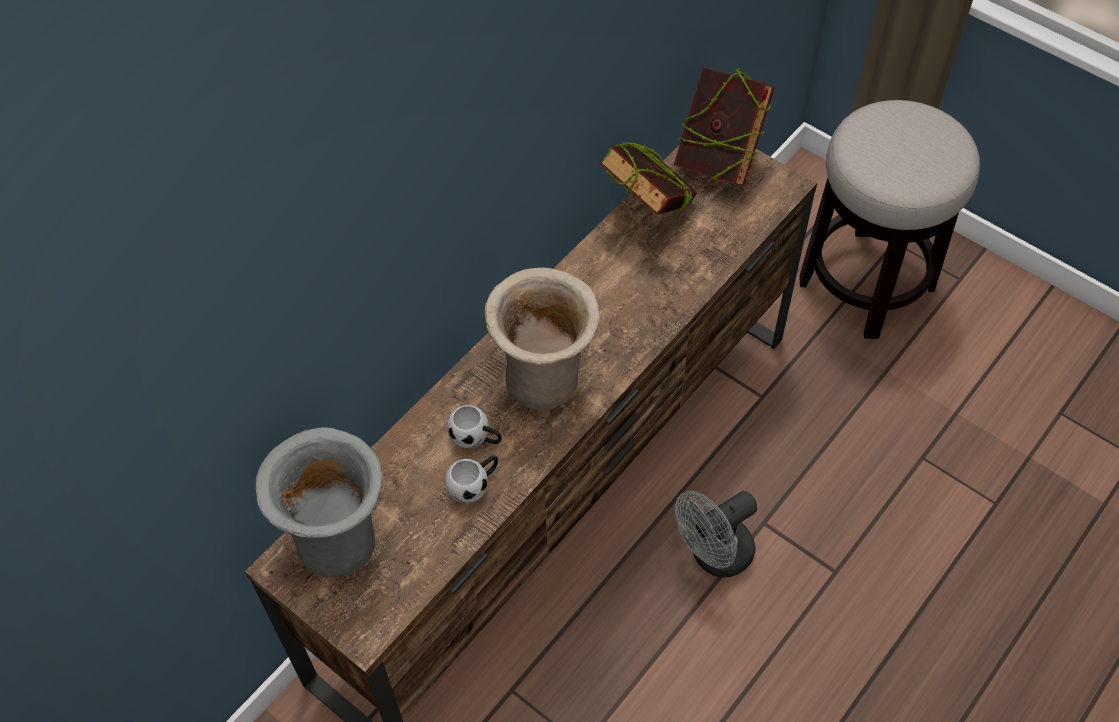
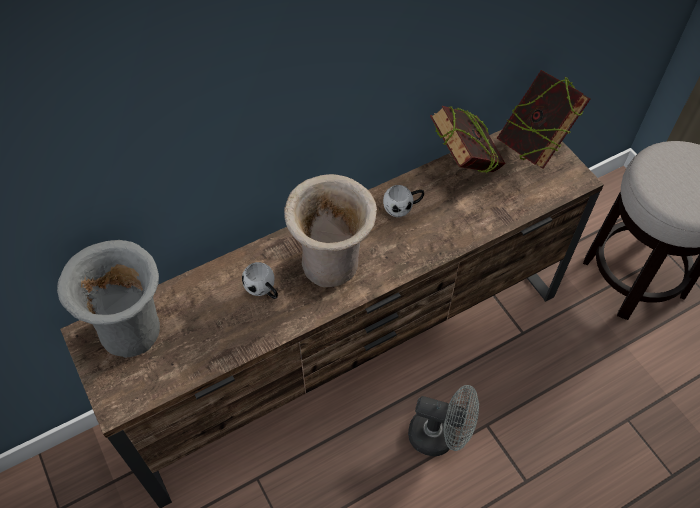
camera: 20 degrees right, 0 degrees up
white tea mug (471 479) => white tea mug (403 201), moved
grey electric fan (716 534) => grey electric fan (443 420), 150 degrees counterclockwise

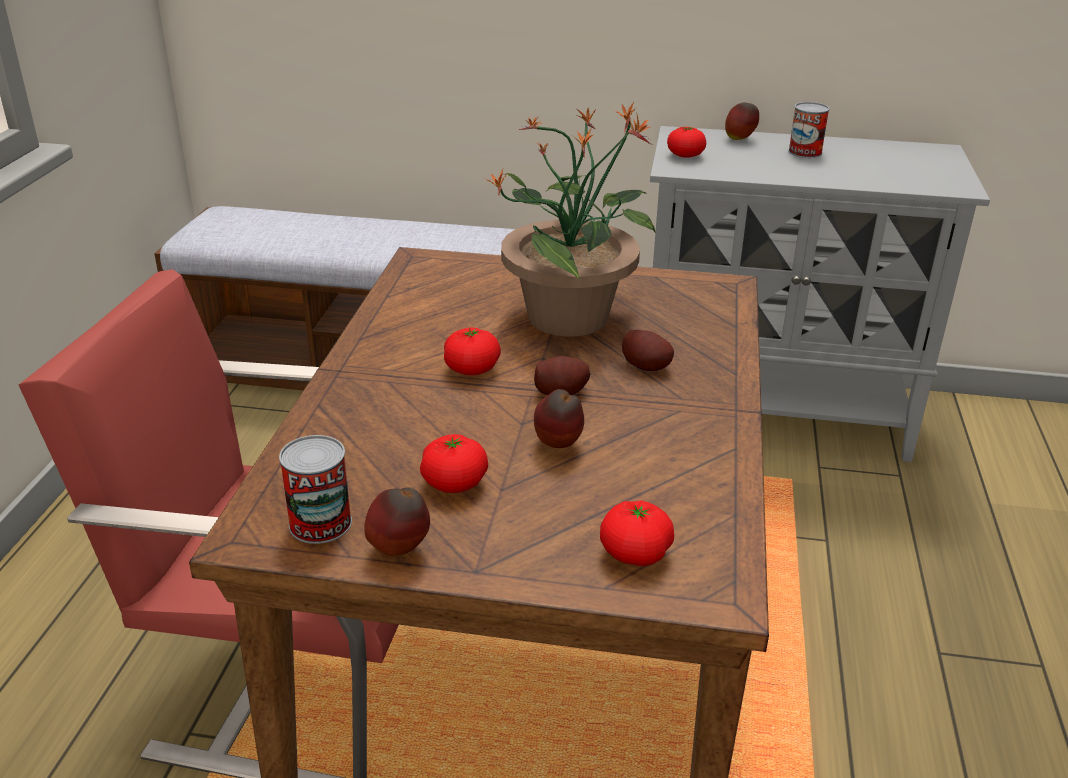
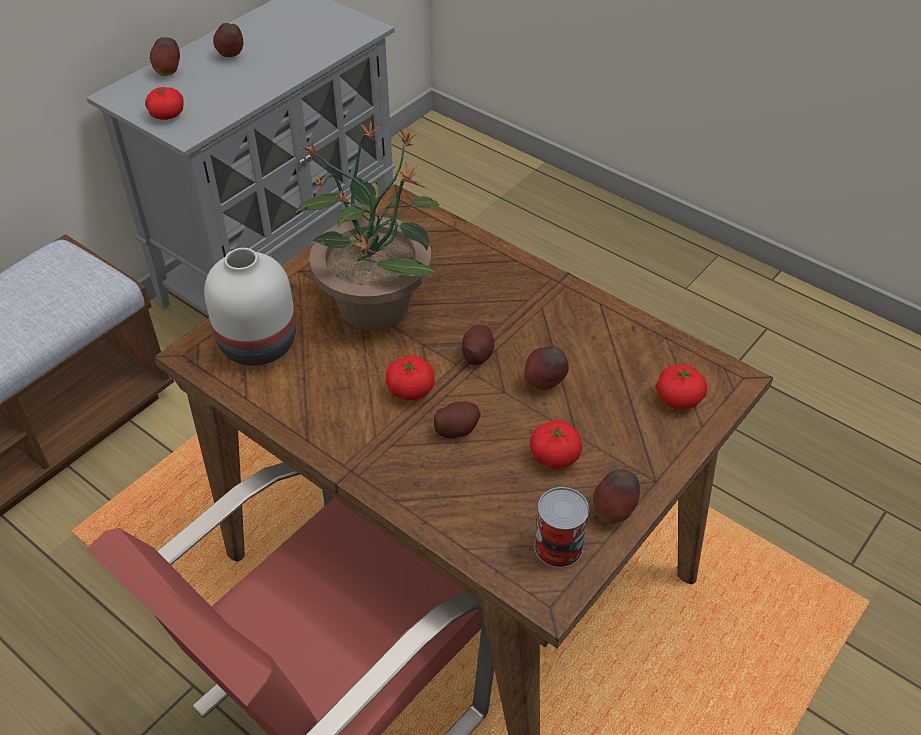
camera: 60 degrees left, 15 degrees up
nothing => white flower vase (250 307)
metal can (808 130) => whole apple (228 40)
potato (648 350) => potato (457 419), moved

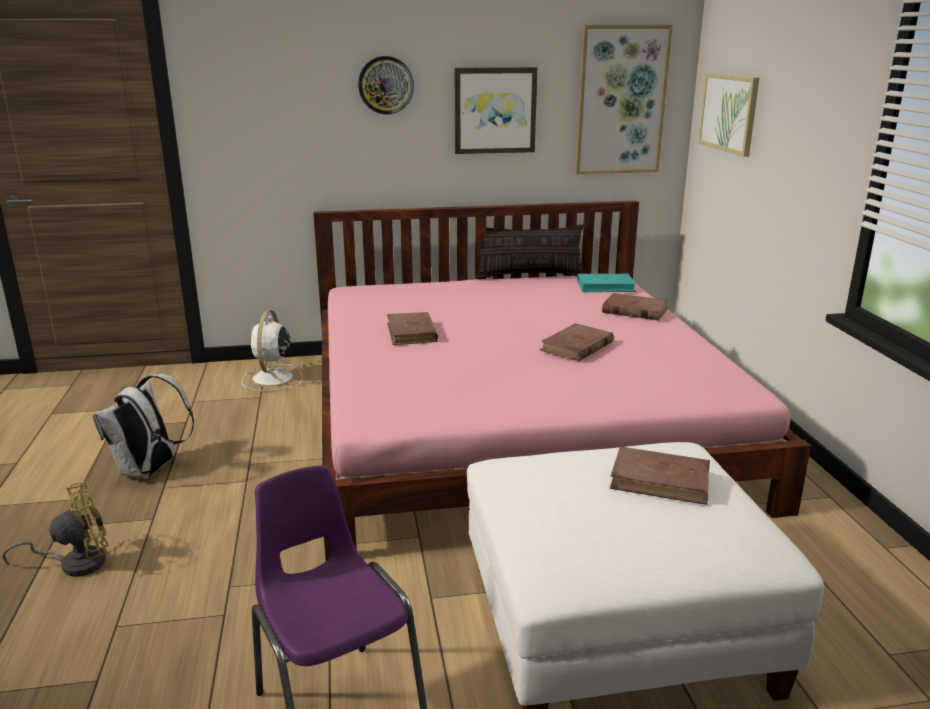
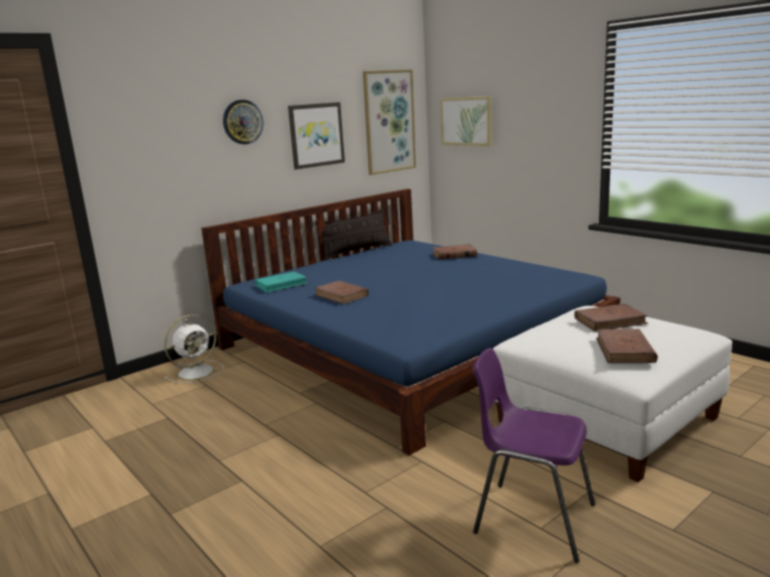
camera: 30 degrees left, 5 degrees down
white electric fan (272 350) => white electric fan (194 349), 105 degrees counterclockwise
pinkish sleeping bed (562 381) => bluish sleeping bed (410 322)
turquoise-coloured volume (606 283) => turquoise-coloured volume (281 282), moved
brown volume (577 342) => brown volume (627 346), moved
yellowish electric fan (55 530) => nothing
white rucksack (143 426) => nothing

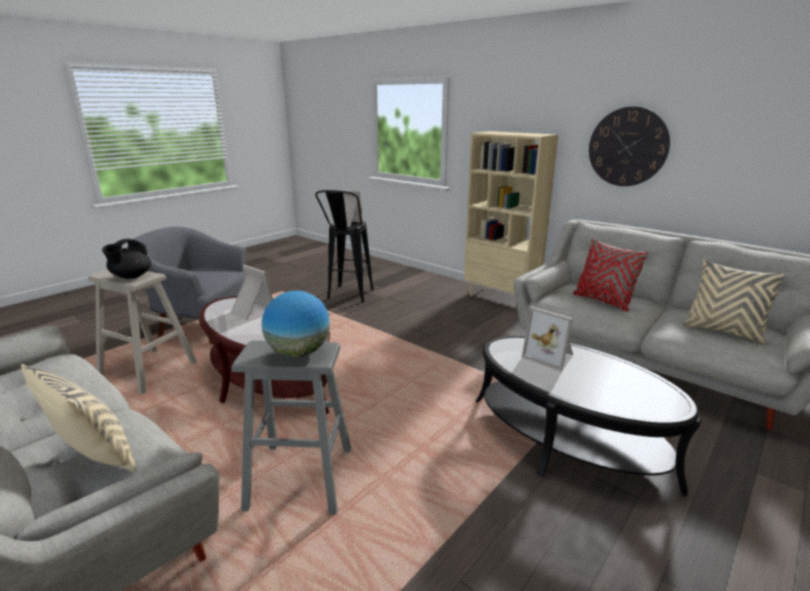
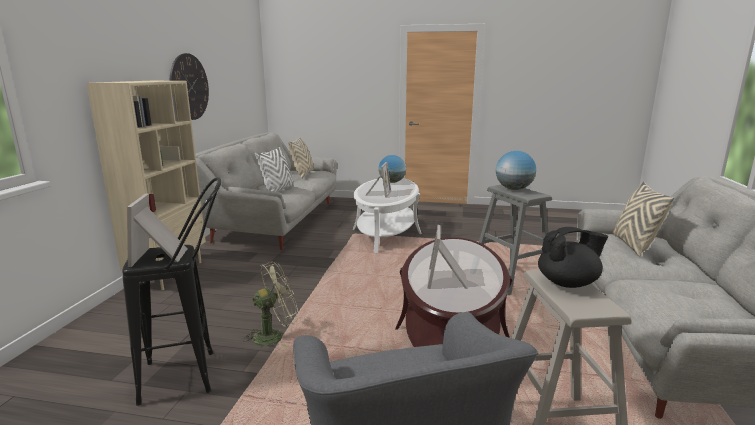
camera: 120 degrees left, 5 degrees down
nothing => green-coloured electric fan (270 305)
red-coloured pillow (611 275) => white pillow (274 169)
blackish lounge table (589 416) => white lounge table (386 215)
nothing => world globe (392 169)

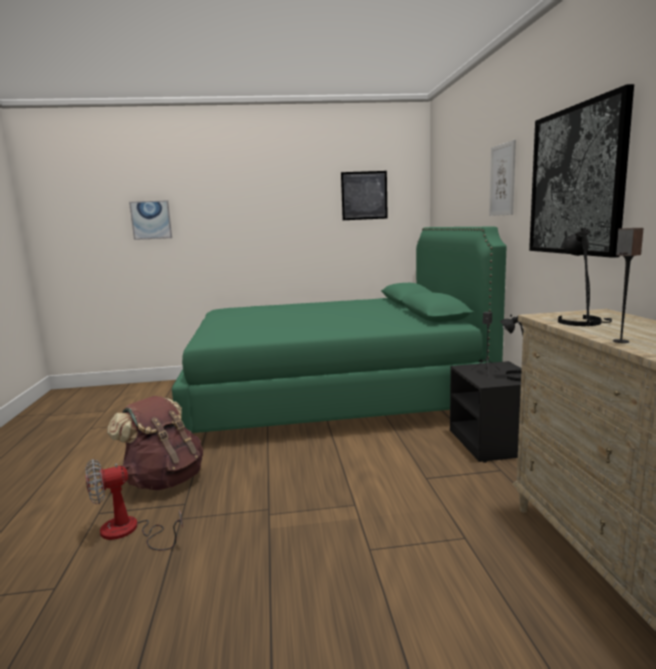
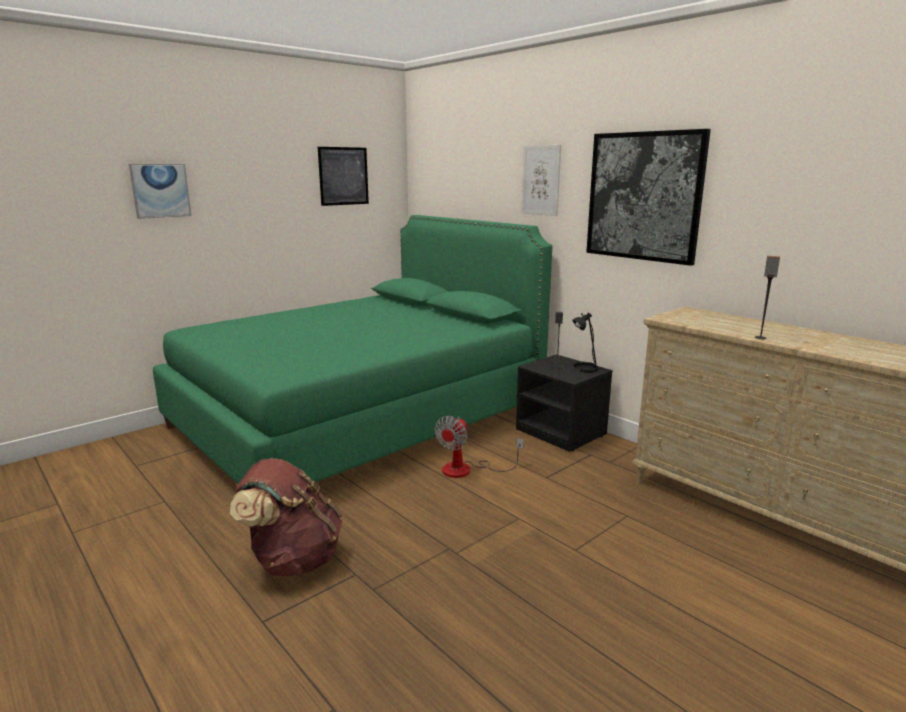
camera: 35 degrees left, 5 degrees up
wall art (150 220) => wall art (160 191), moved
electric fan (134 505) => electric fan (479 447), moved
blackish lamp for a table (585 276) => nothing

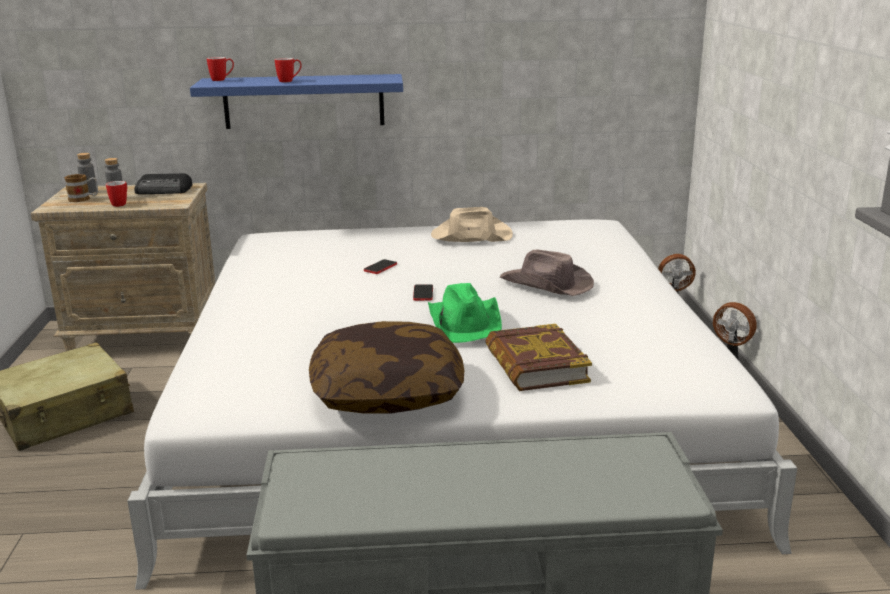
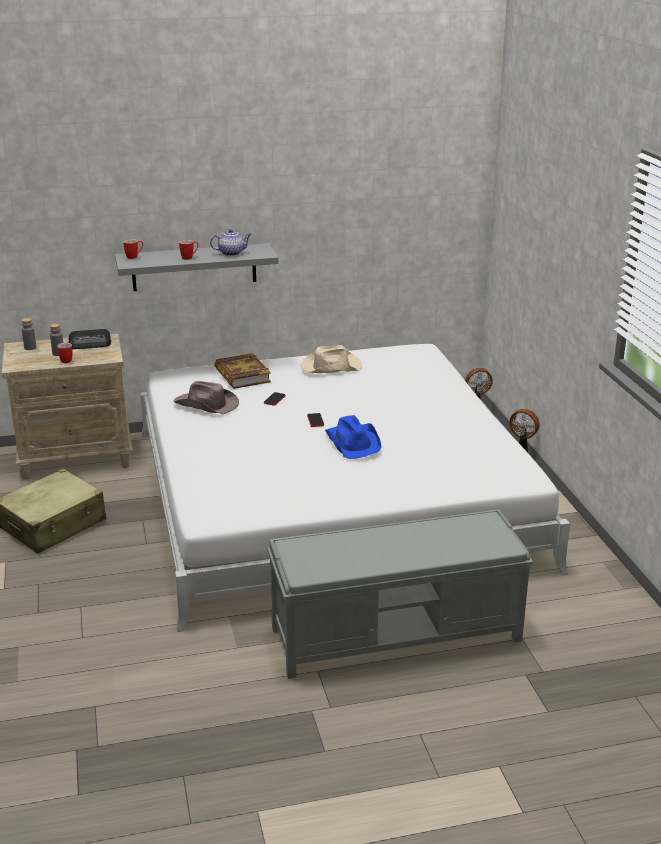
camera: 10 degrees left, 5 degrees up
bluish wall shelf (296 101) => grey wall shelf (196 267)
brown wearable hat (547 273) => brown wearable hat (206 397), moved
nothing => tea pot (230 242)
volume (538 357) => volume (242 371), moved
green-coloured wearable hat (465 313) => bluish wearable hat (353 437)
tea mug (81 188) => nothing
pillow (386 367) => nothing

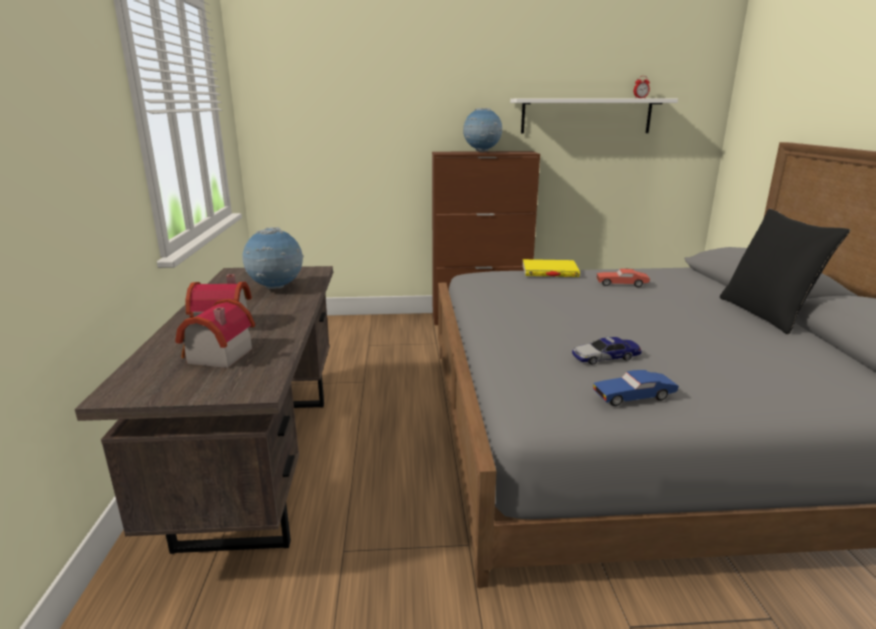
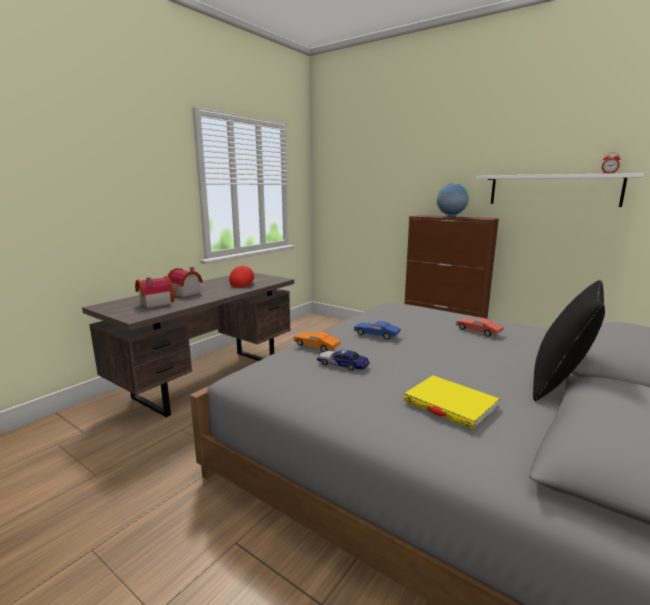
camera: 40 degrees right, 5 degrees down
world globe (273 258) => red-coloured peaked cap (241 277)
nothing => orange-coloured toy car (317 342)
bluish toy car (636 388) => bluish toy car (377 330), moved
yellowish volume (551 268) => yellowish volume (451 402), moved

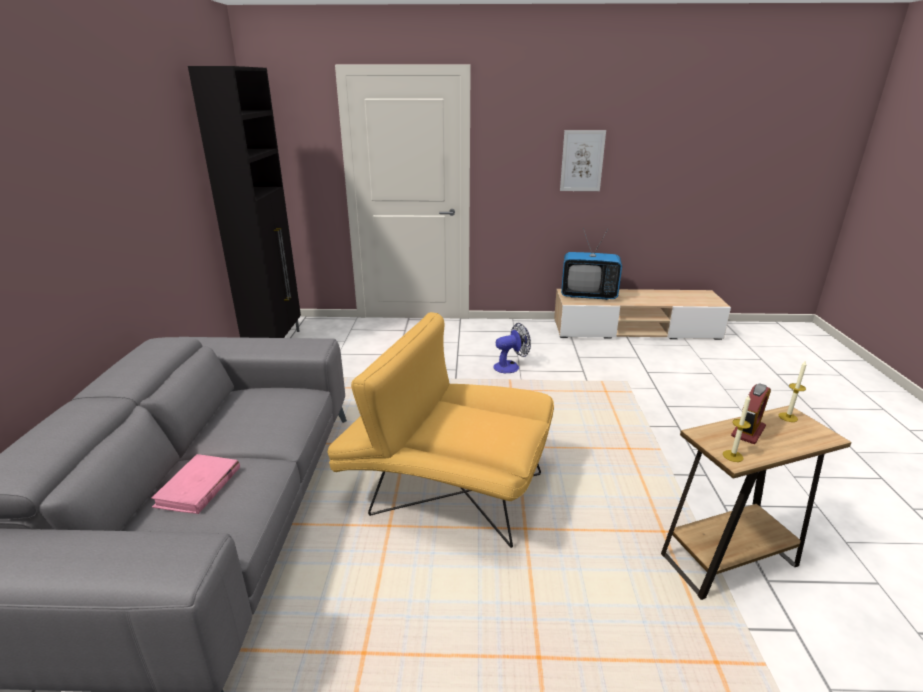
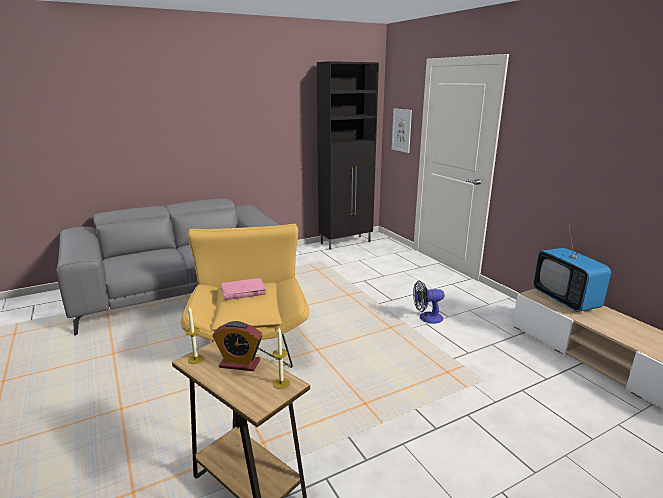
camera: 60 degrees right, 5 degrees down
pinkish volume (195 484) => pinkish volume (243 289), moved
wall art (583 160) => wall art (402 130), moved
electric fan (512 348) => electric fan (428 302), 135 degrees clockwise

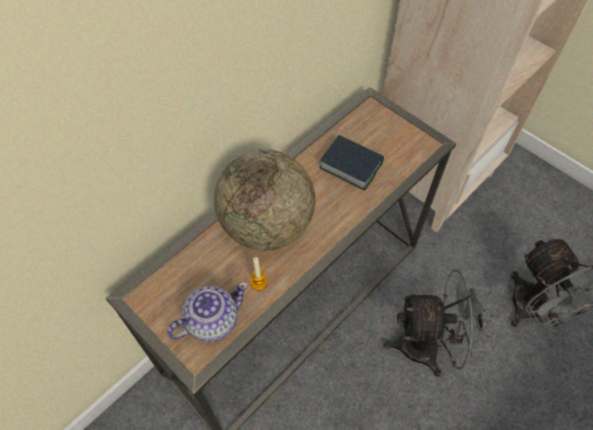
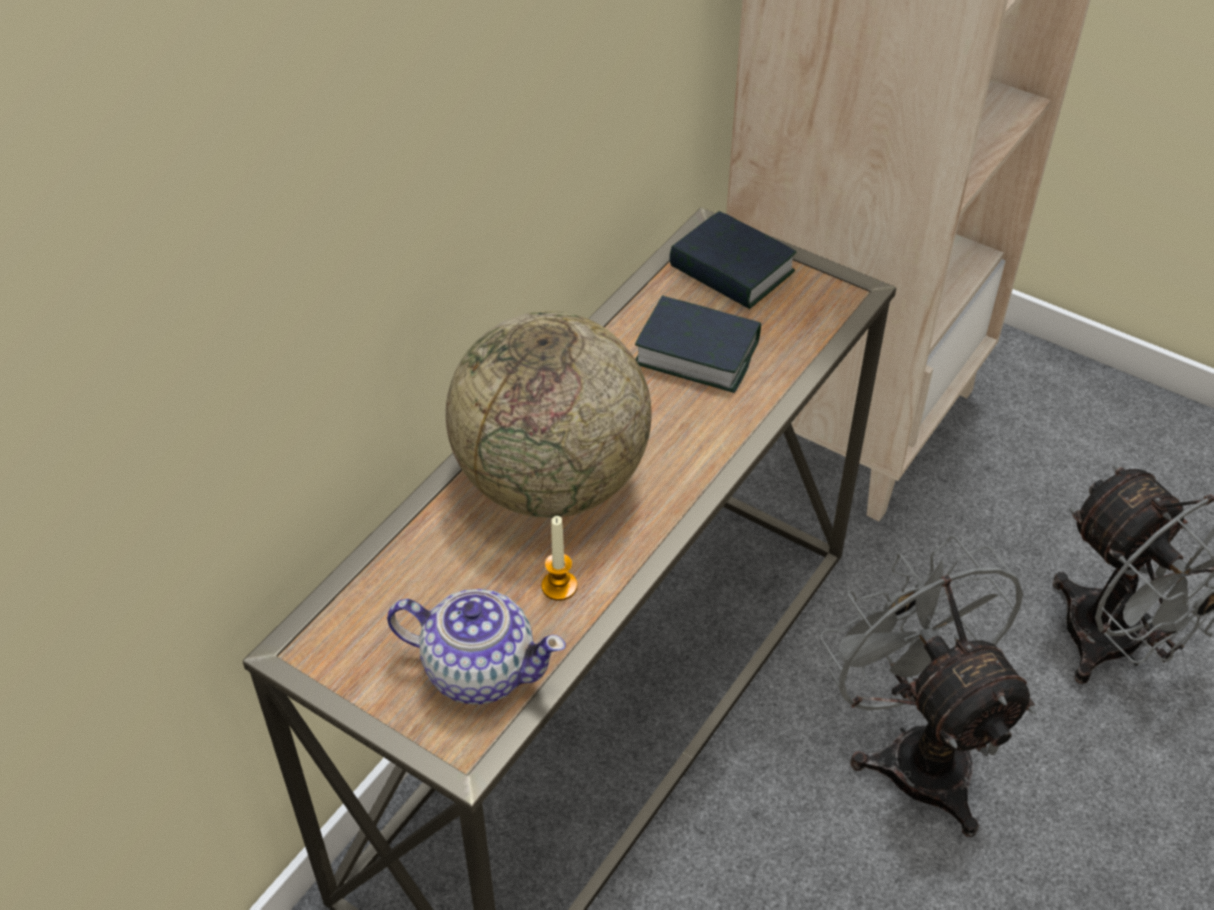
camera: 10 degrees left, 10 degrees down
tea pot (207 312) => tea pot (476 647), 60 degrees clockwise
nothing => volume (733 260)
grey electric fan (440 323) => grey electric fan (928 686), 105 degrees counterclockwise

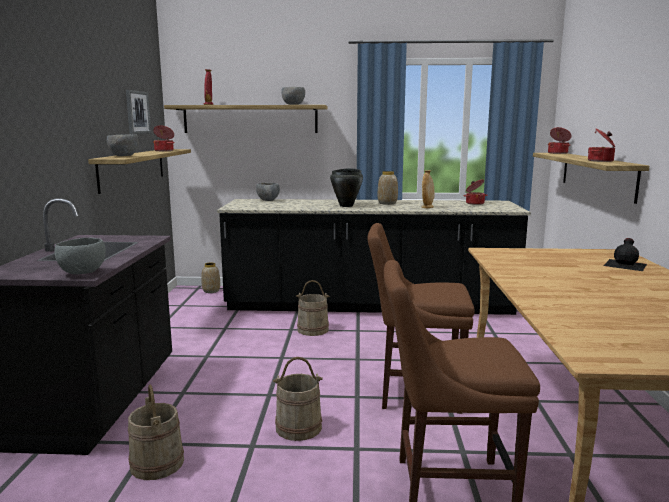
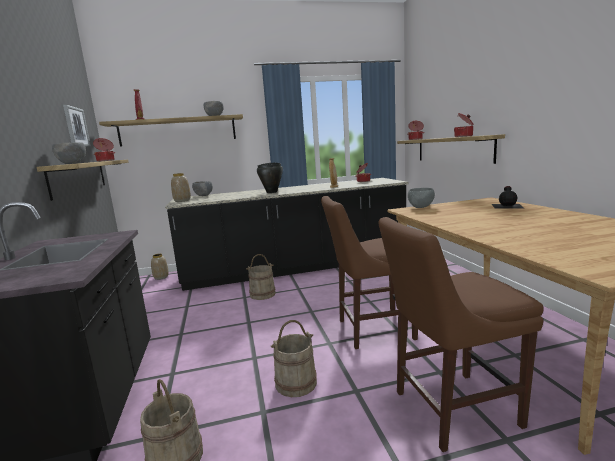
camera: 15 degrees left, 0 degrees up
flower vase (388 188) => flower vase (181 187), moved
grey bowl (80 256) => grey bowl (421 198), moved

